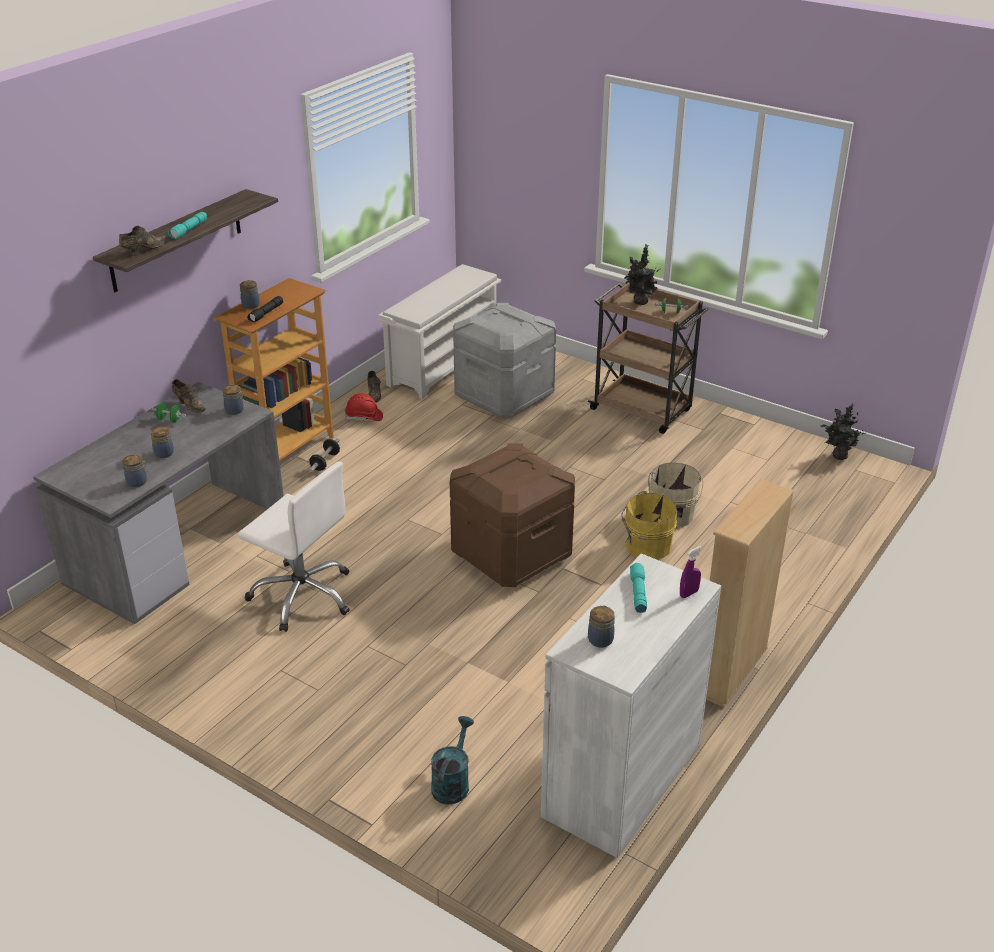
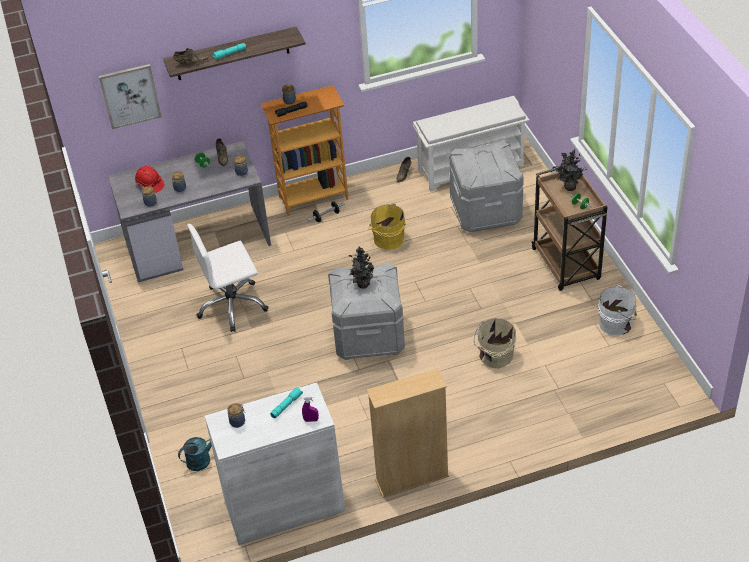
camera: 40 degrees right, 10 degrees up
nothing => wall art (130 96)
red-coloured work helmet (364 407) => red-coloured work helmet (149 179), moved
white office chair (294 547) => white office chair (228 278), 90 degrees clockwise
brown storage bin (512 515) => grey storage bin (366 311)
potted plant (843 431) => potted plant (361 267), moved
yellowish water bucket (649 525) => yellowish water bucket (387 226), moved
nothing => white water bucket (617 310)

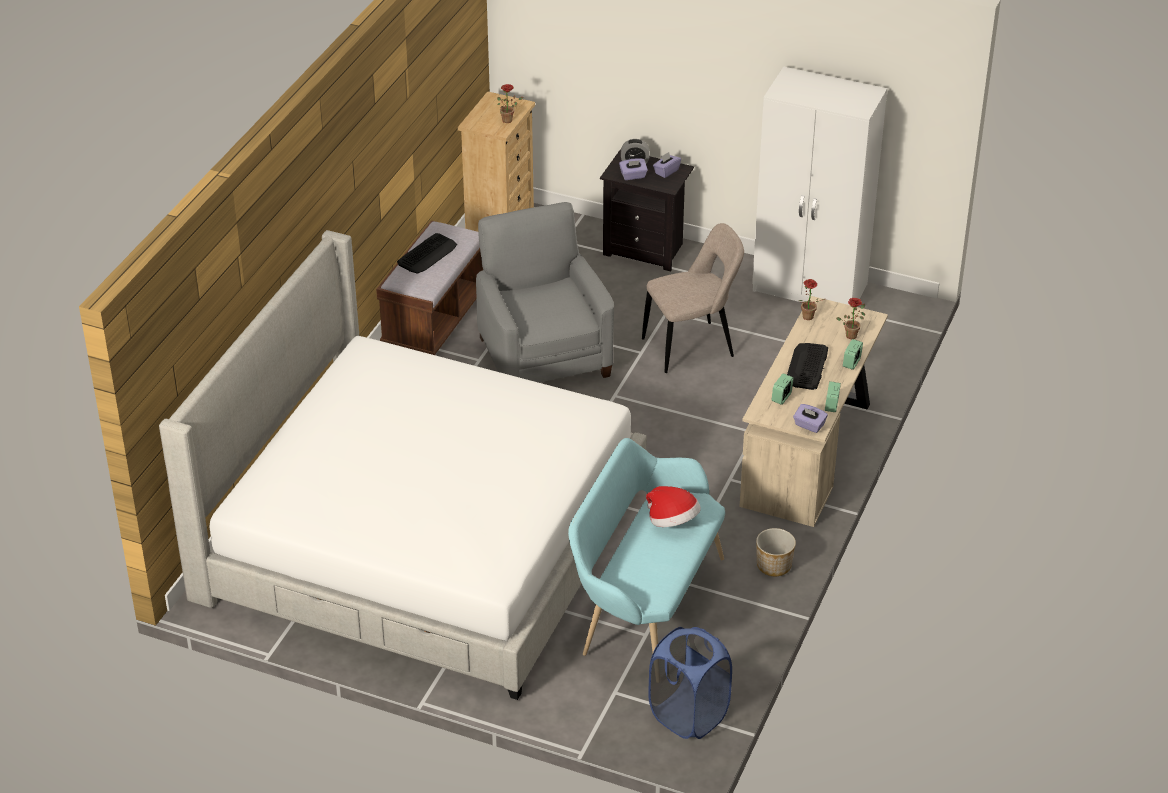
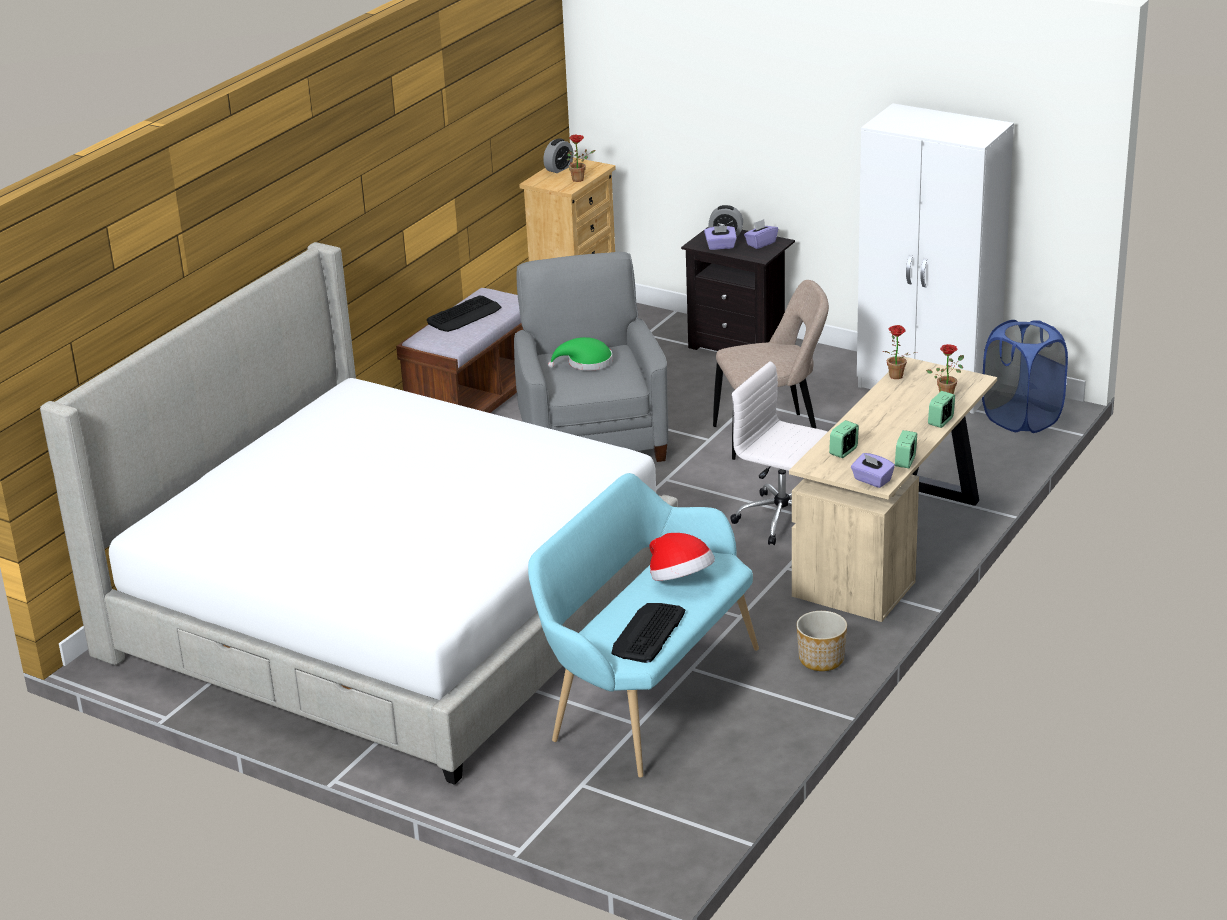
camera: 10 degrees right, 10 degrees down
nothing => bedside clock (558 155)
nothing => green-coloured wearable hat (580 354)
keyboard (807 366) => keyboard (648 633), moved
nothing => white office chair (779 453)
bluish laundry basket (690 683) => bluish laundry basket (1025 376), moved

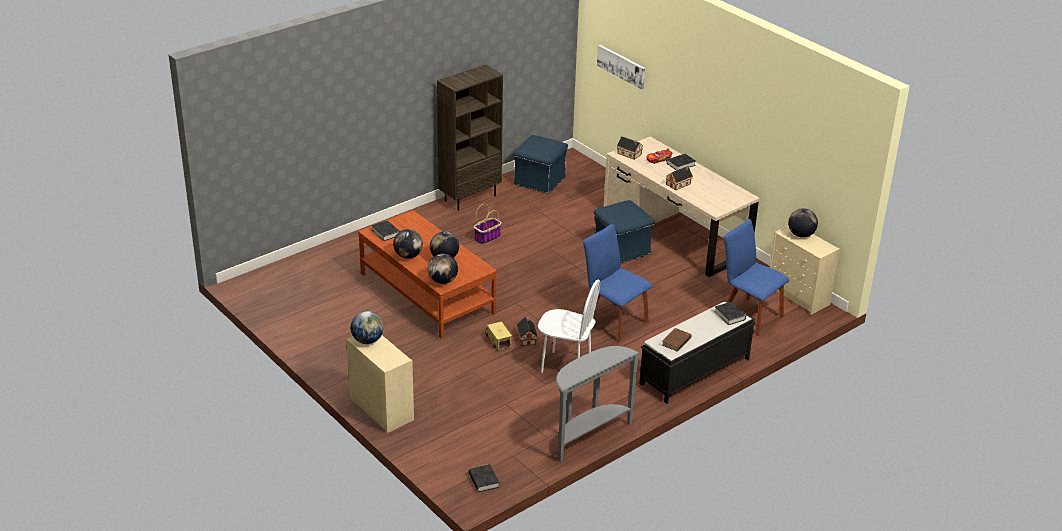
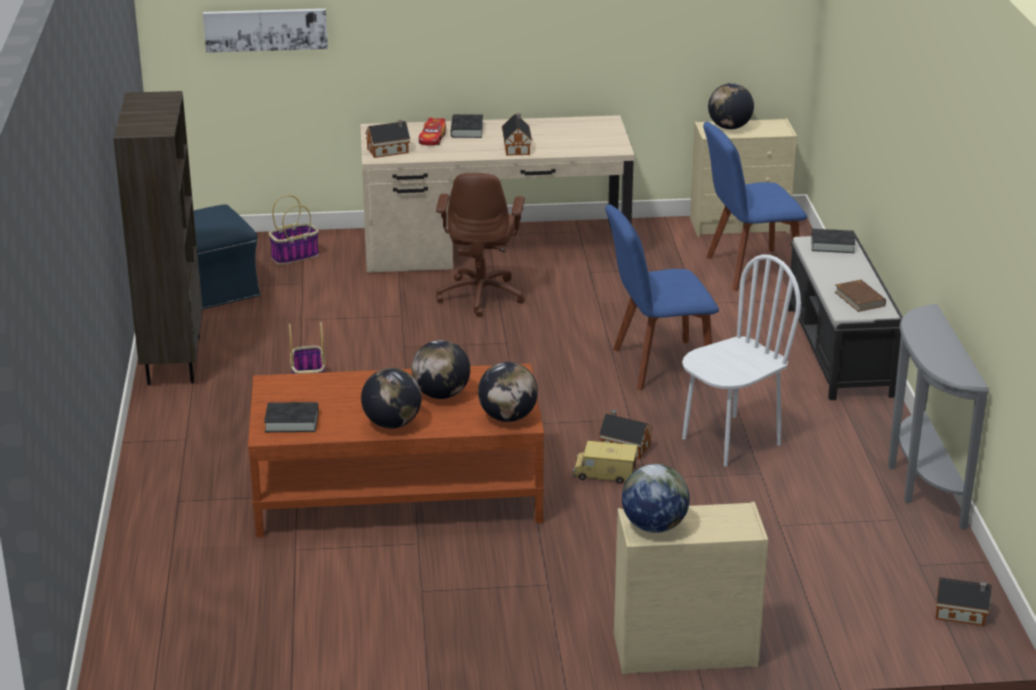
camera: 55 degrees left, 5 degrees down
nothing => basket (294 230)
bluish footrest (624 231) => brown office chair (480 245)
blackish volume (484 478) => toy house (964 601)

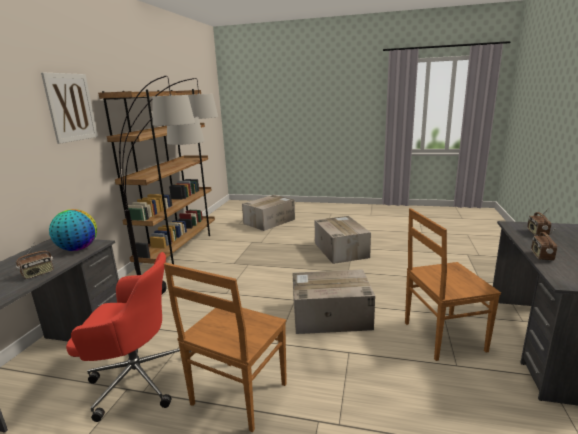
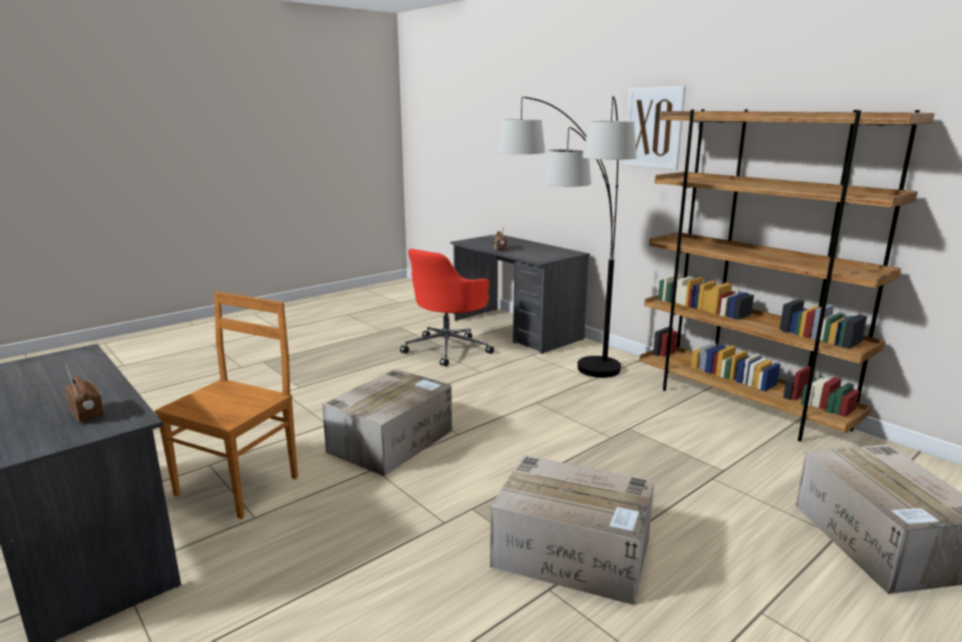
camera: 125 degrees right, 0 degrees up
world globe (73 230) => nothing
brown upright chair (225 347) => nothing
radio receiver (544 244) => nothing

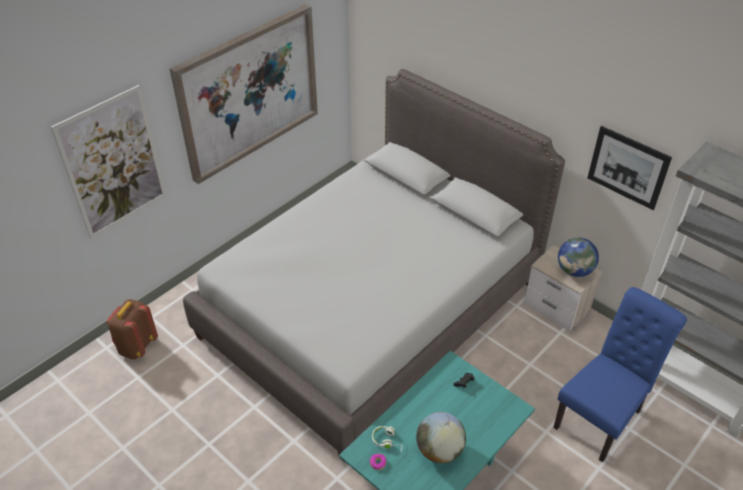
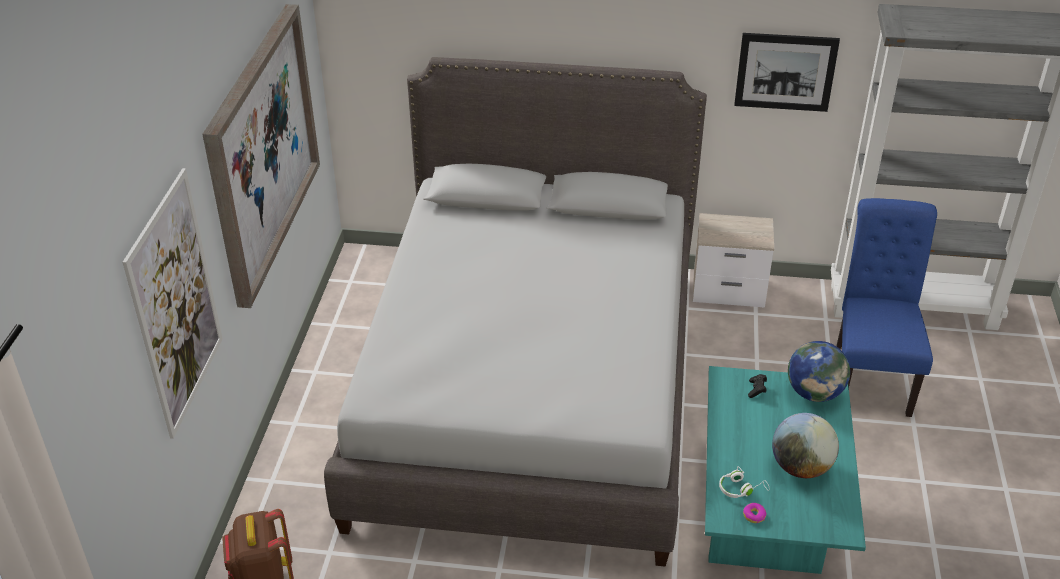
camera: 35 degrees left, 5 degrees down
world globe (578 257) => world globe (819 371), moved

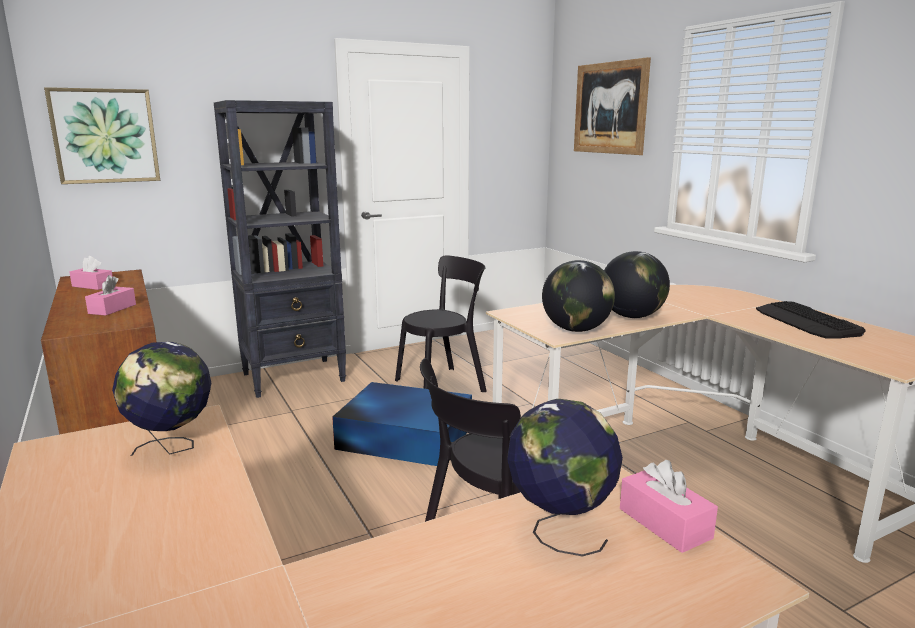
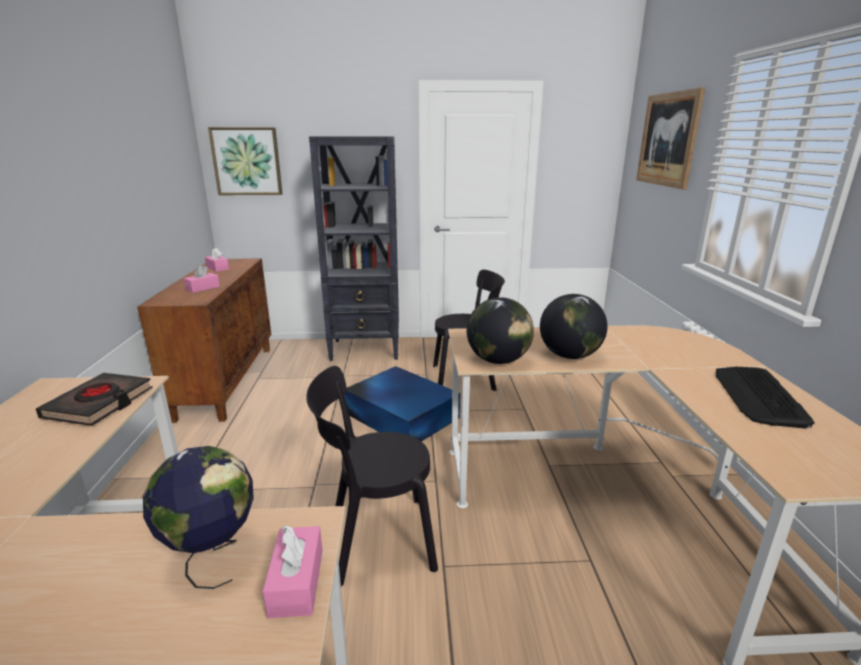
camera: 25 degrees right, 5 degrees up
world globe (161 399) => blackish volume (94 399)

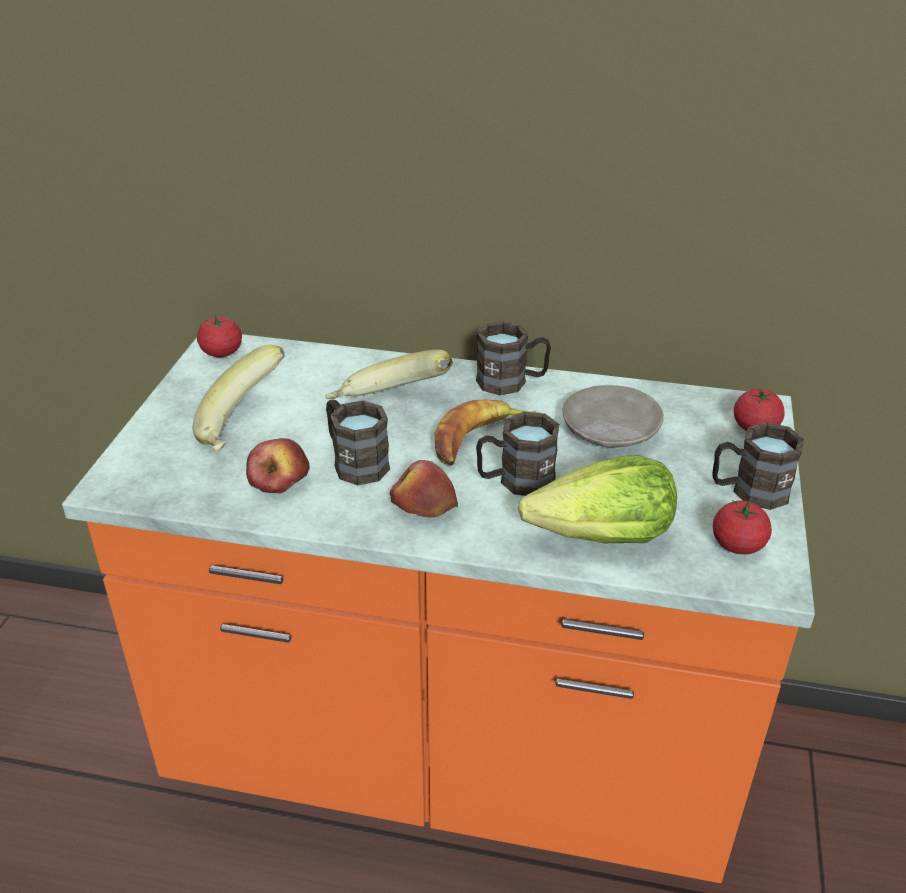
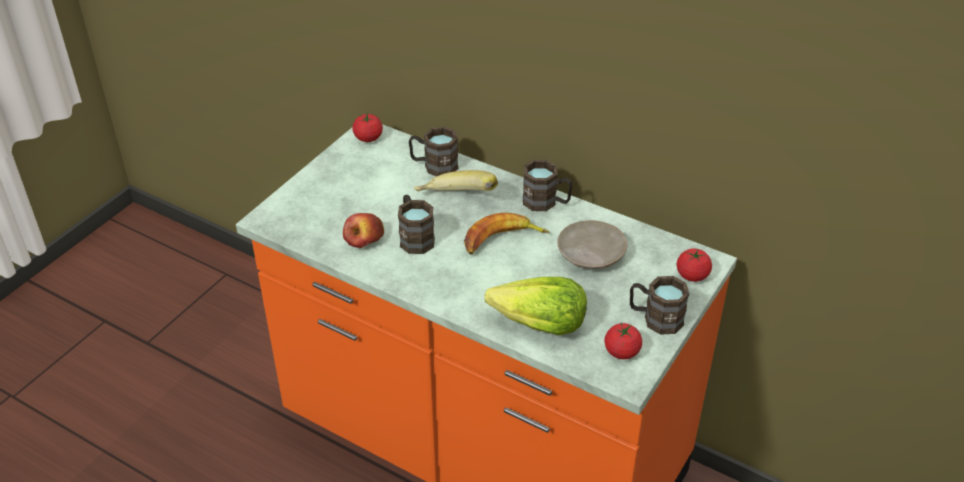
camera: 20 degrees right, 5 degrees up
brown tea mug (518 453) => brown tea mug (433 151), moved
banana fruit (239 398) => nothing
whole apple (424 489) => nothing

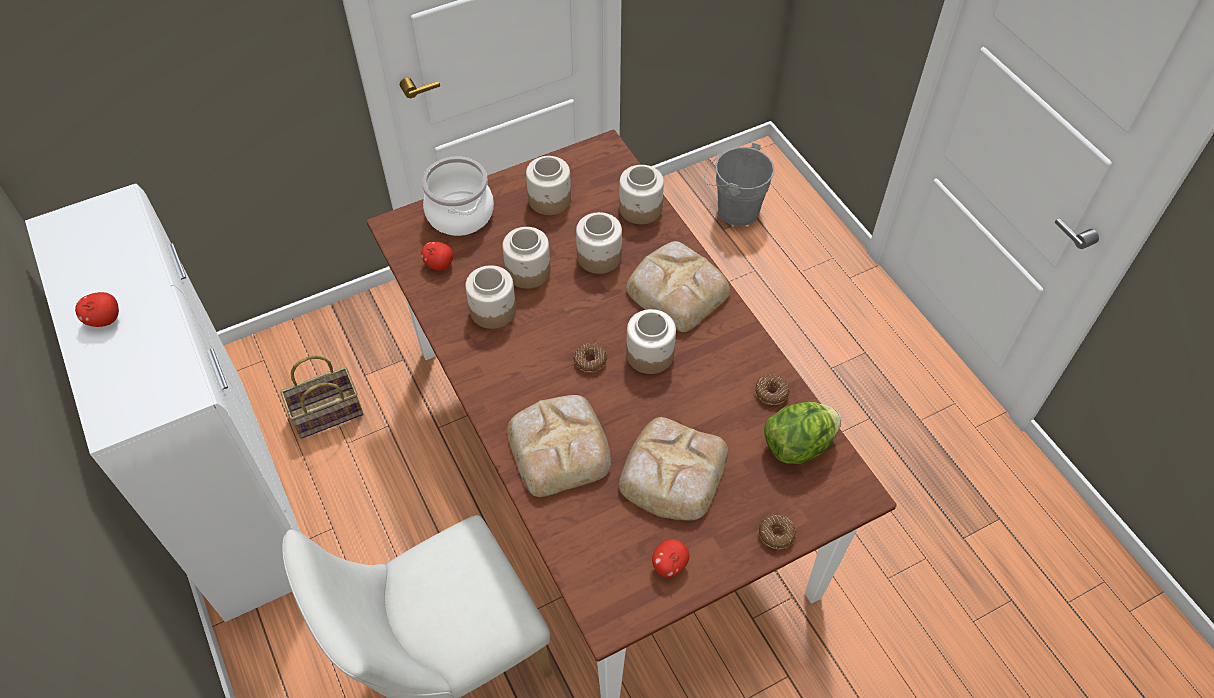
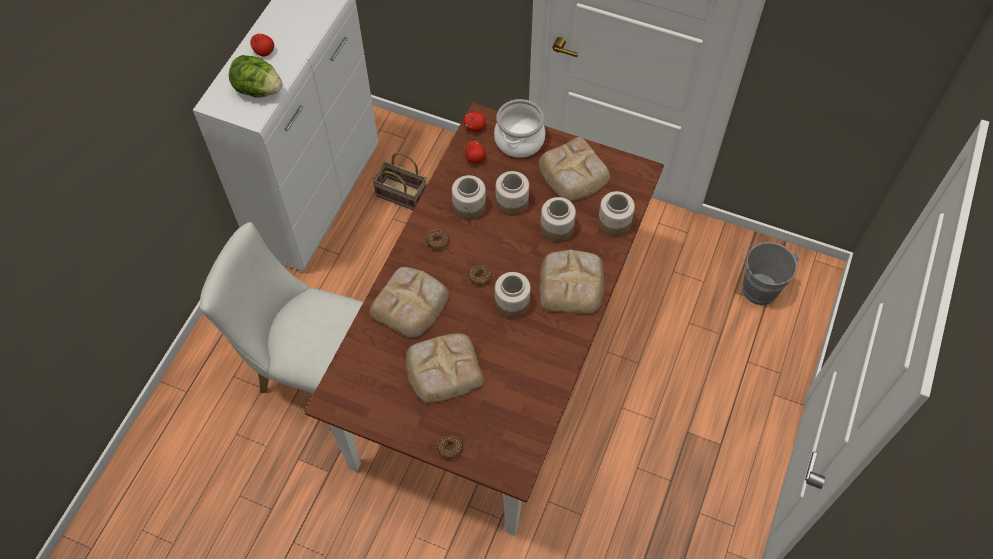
camera: 50 degrees right, 5 degrees up
lettuce head (802 433) => lettuce head (255 76), moved
doughnut (772 390) => doughnut (438 239), moved
whole apple (670 558) => whole apple (474 122), moved
preserve jar (548 185) => bakery bread (574 169)

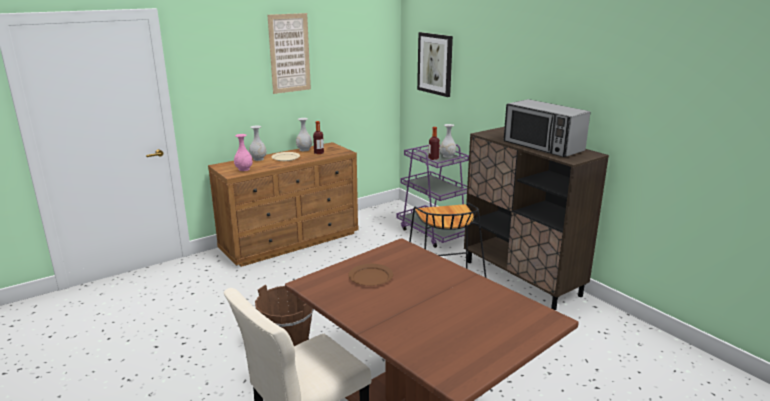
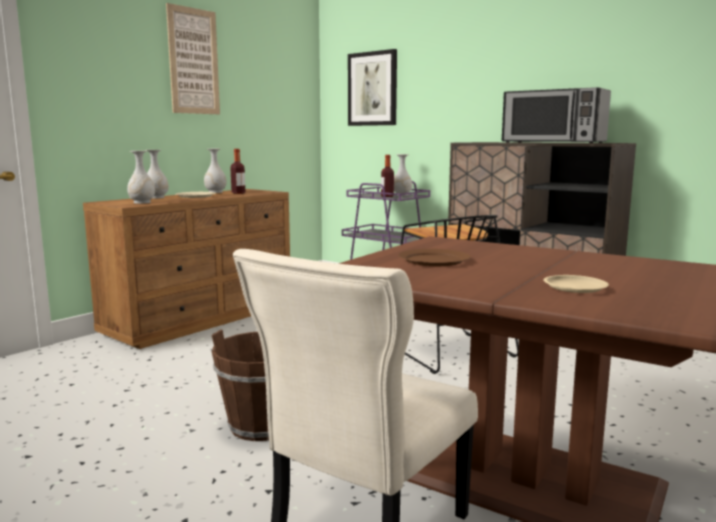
camera: 15 degrees left, 10 degrees down
pinkish flower vase (243 152) => white flower vase (141 177)
nothing => beige flat dish (576 284)

